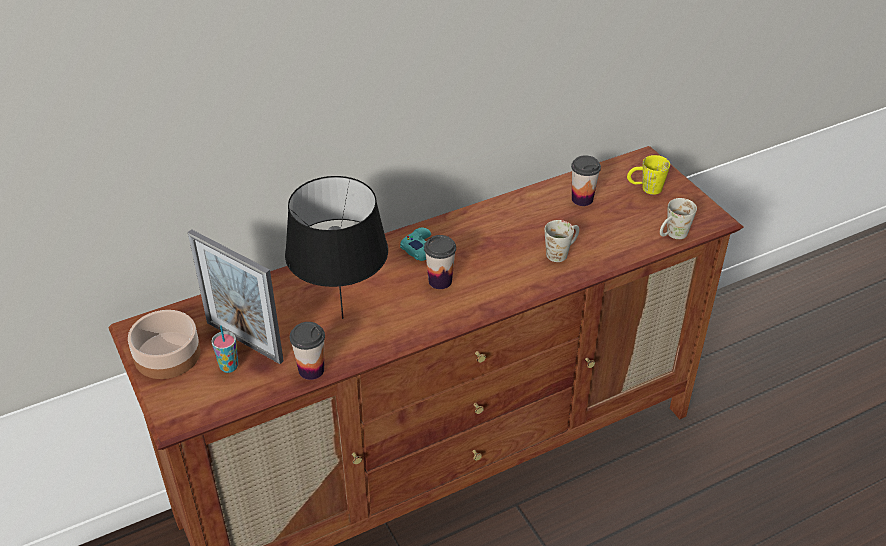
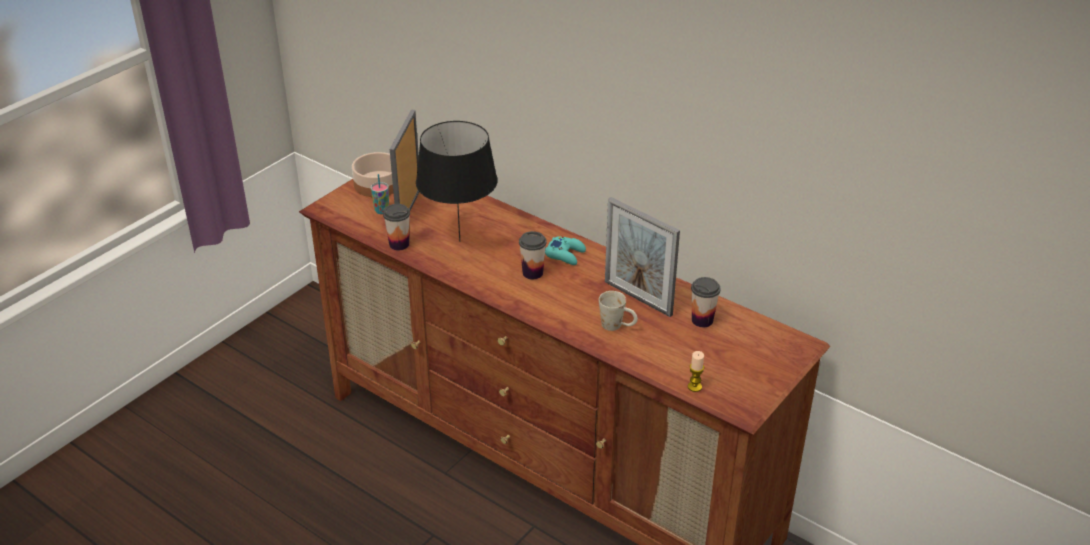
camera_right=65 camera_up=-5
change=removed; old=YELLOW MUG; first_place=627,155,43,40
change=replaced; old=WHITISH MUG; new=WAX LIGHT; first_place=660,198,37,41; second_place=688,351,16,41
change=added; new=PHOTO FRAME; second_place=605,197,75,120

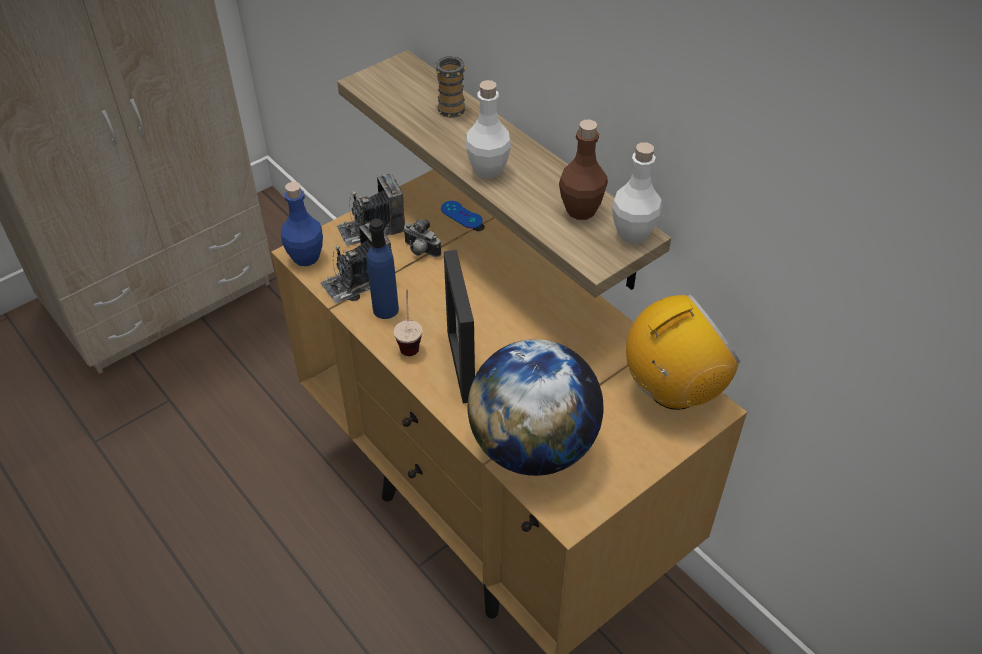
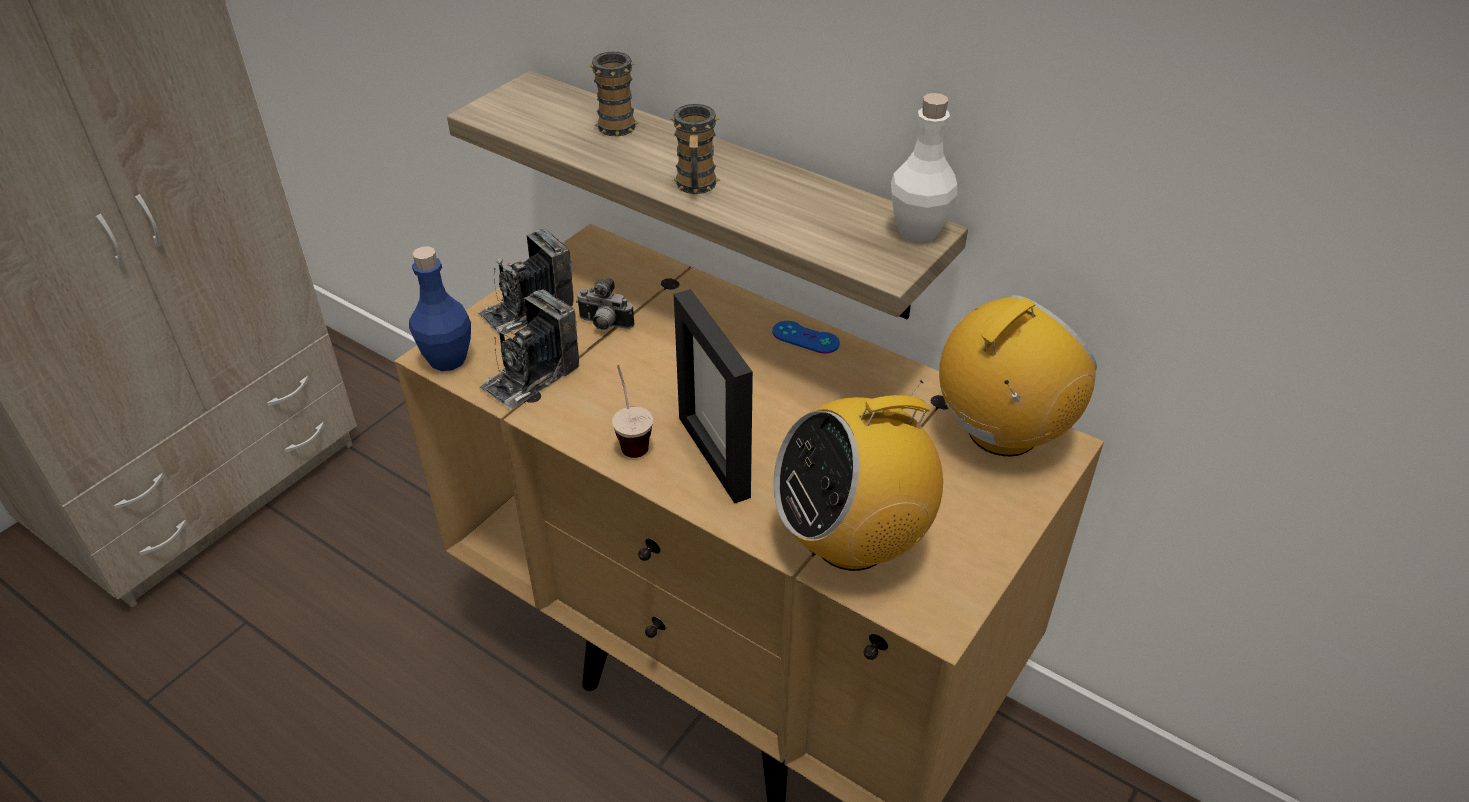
camera_right=-15 camera_up=-5
change=removed; old=BLUE-COLOURED BEVERAGE BOTTLE; first_place=367,219,32,100
change=moved; old=BLUE-COLOURED GAMEPAD; first_place=441,201,42,27; second_place=772,321,68,33
change=replaced; old=WHITISH BEVERAGE BOTTLE; new=MUG; first_place=466,80,45,99; second_place=669,104,51,90
change=replaced; old=GLOBE; new=RADIO RECEIVER; first_place=468,339,136,137; second_place=773,380,170,191
change=removed; old=BROWN BEVERAGE BOTTLE; first_place=559,120,49,100

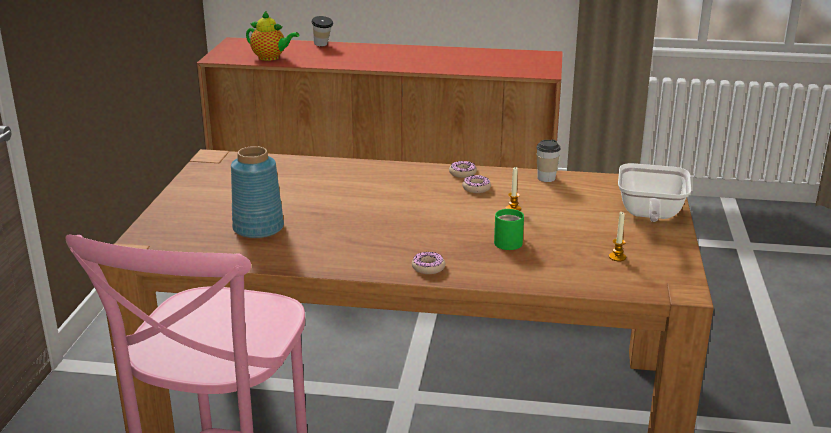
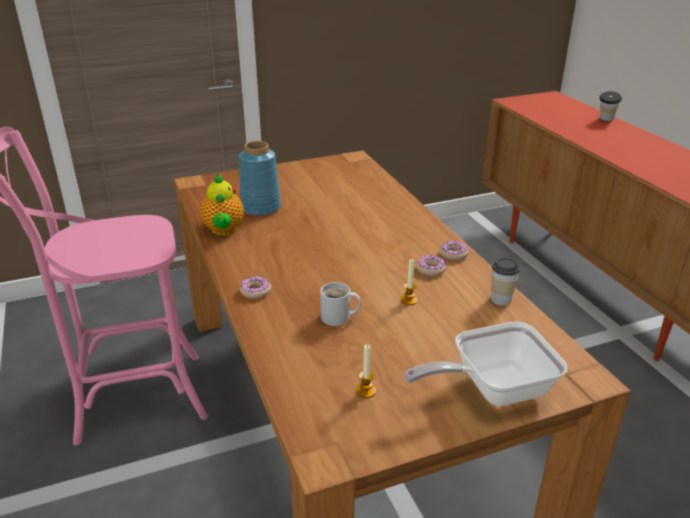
camera_right=60 camera_up=5
change=moved; old=TEAPOT; first_place=246,10,53,51; second_place=200,174,44,61
change=recoloured; old=GREEN-COLOURED MUG; new=WHITISH MUG; first_place=494,209,30,41; second_place=320,282,41,44

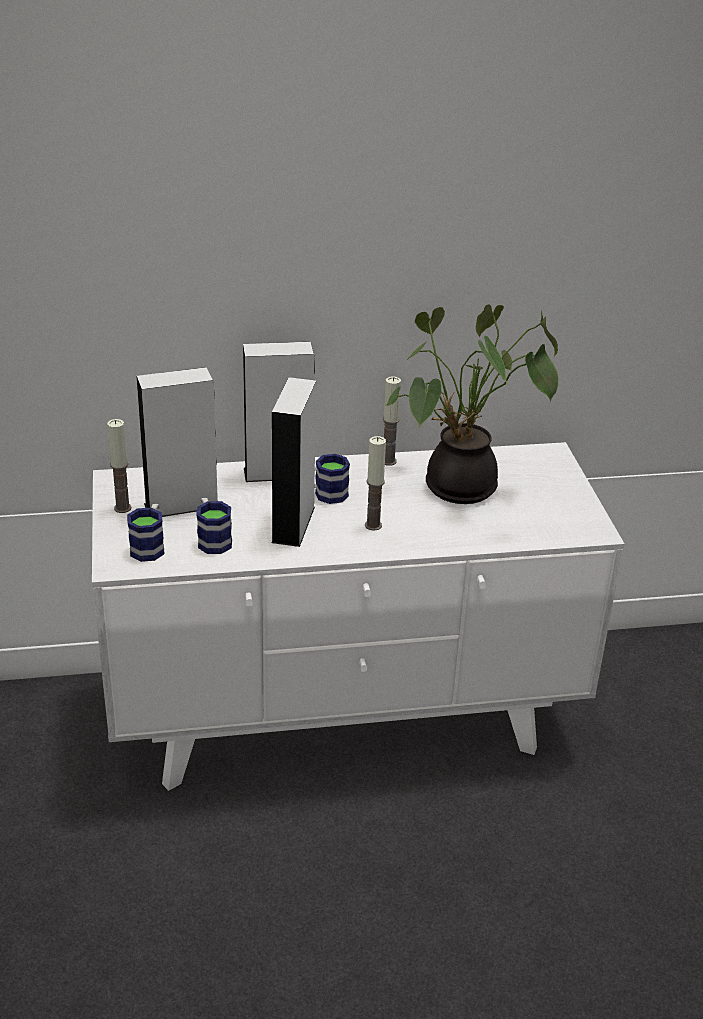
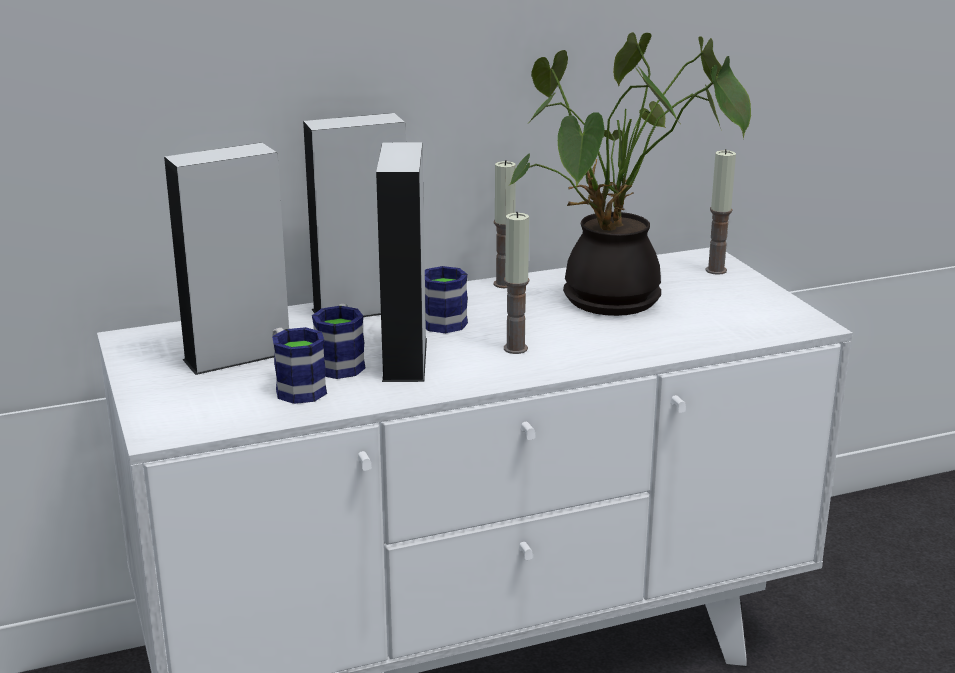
camera_right=-10 camera_up=-10
change=moved; old=WAX LIGHT; first_place=107,419,25,94; second_place=706,149,30,126
change=moved; old=MUG; first_place=127,503,38,59; second_place=312,304,53,75

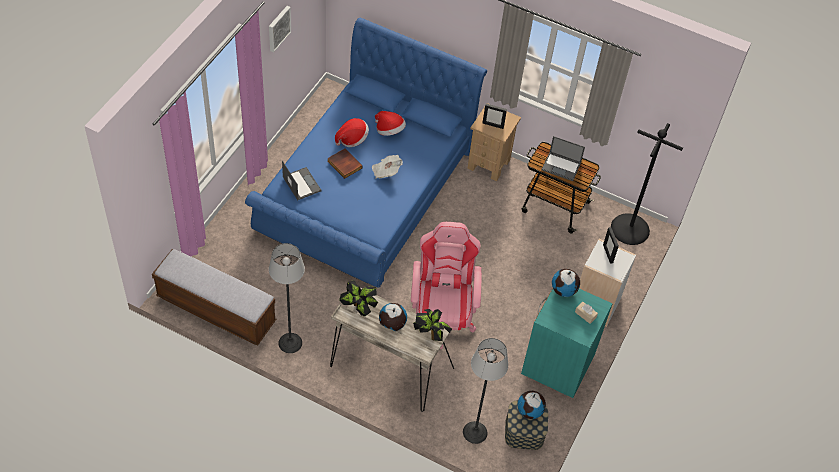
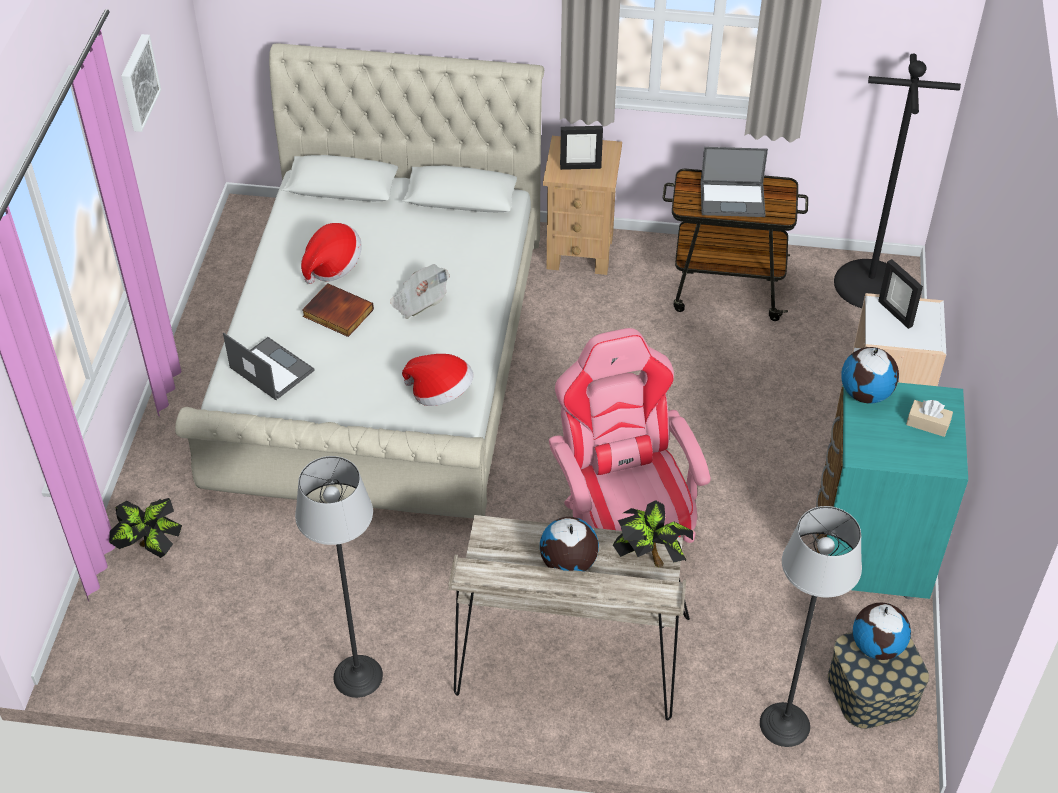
camera_right=-15 camera_up=-5
change=removed; old=BENCH; first_place=152,249,124,97
change=recoloured; old=BLUE-COLOURED BED; new=SAND-COLOURED BED; first_place=245,18,242,270; second_place=175,43,369,475
change=moved; old=PLANT IN A POT; first_place=339,280,39,36; second_place=109,498,73,60
change=moved; old=WEARABLE HAT; first_place=375,111,31,25; second_place=402,354,72,52

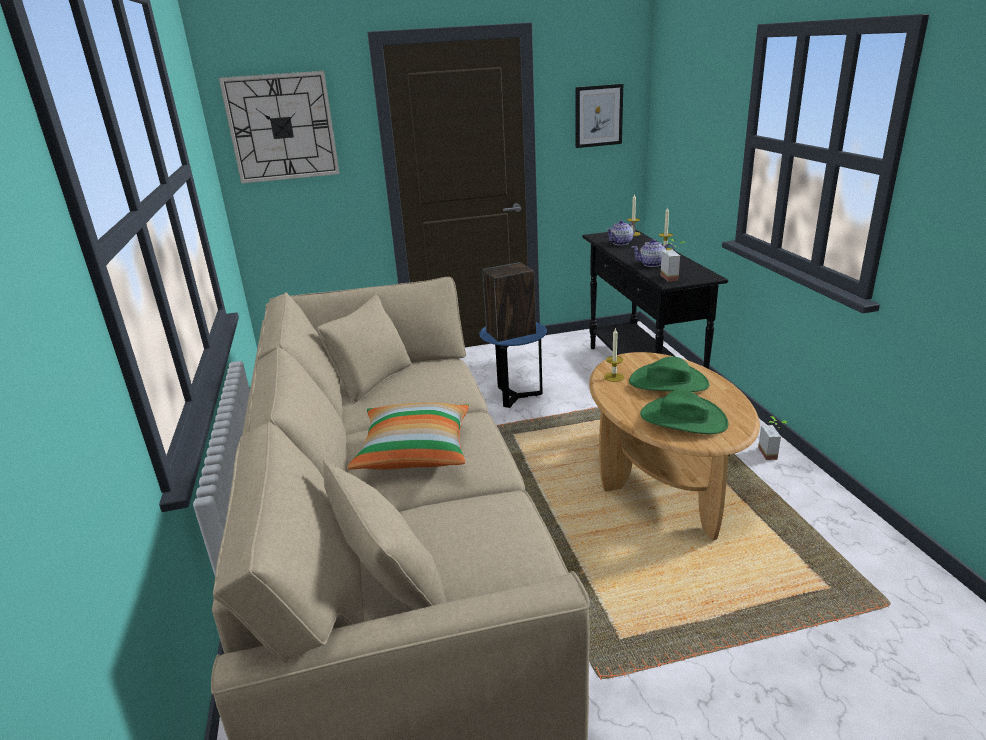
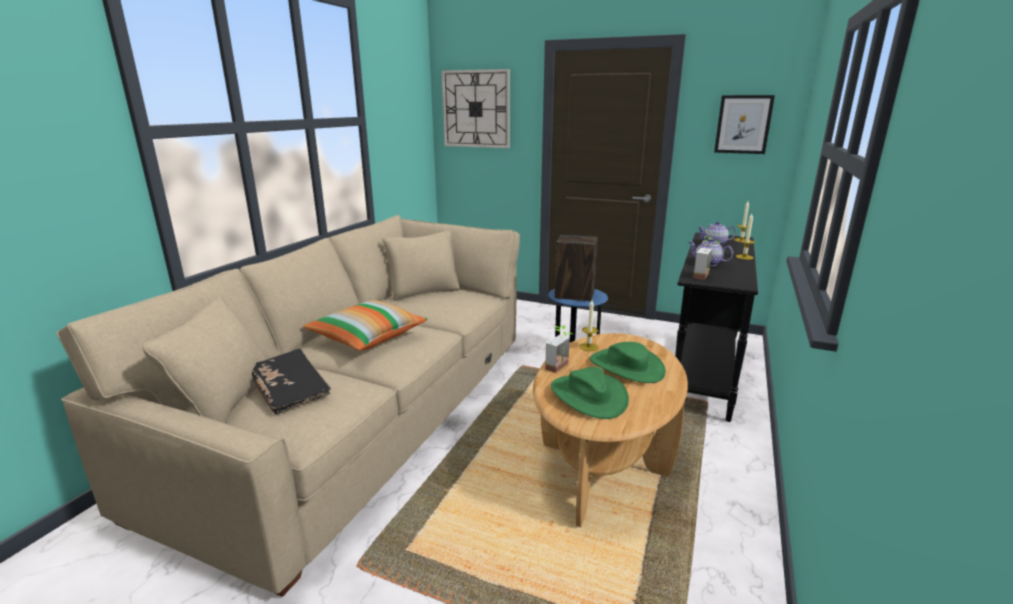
camera_right=35 camera_up=-5
change=moved; old=PLANT IN A POT; first_place=758,416,30,44; second_place=545,326,27,47
change=added; new=BLACK VOLUME; second_place=252,348,79,67

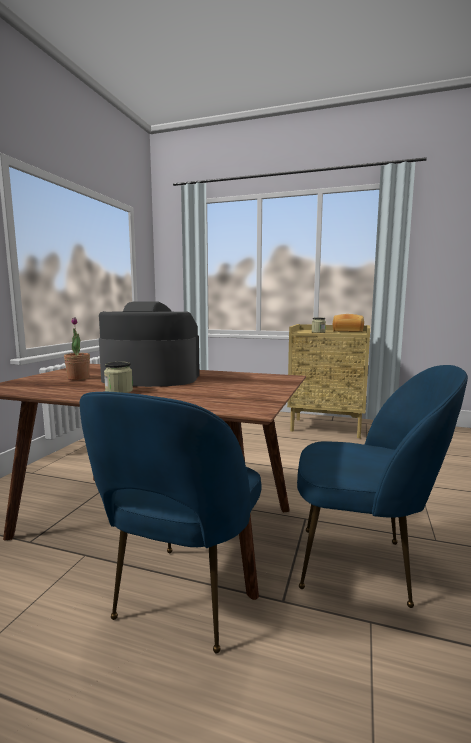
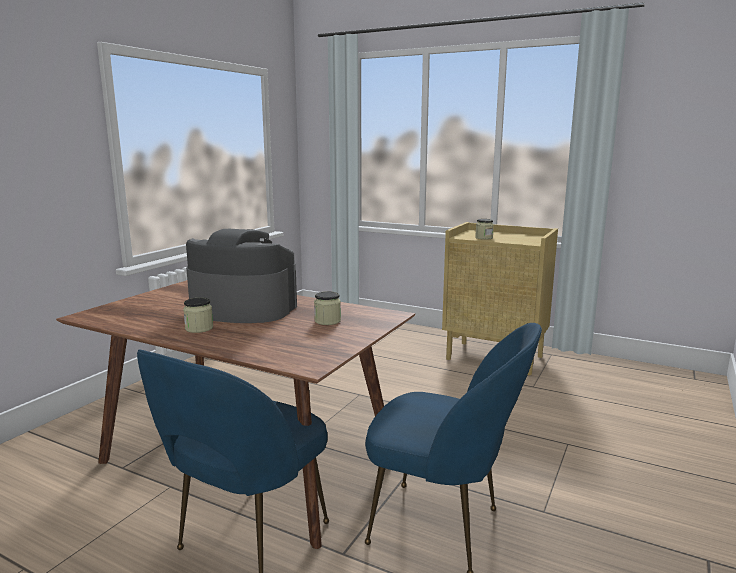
camera_right=10 camera_up=5
change=removed; old=PLANT IN A POT; first_place=64,317,26,63
change=removed; old=BAKED BREAD; first_place=333,314,31,18
change=added; new=JAR; second_place=314,291,27,34

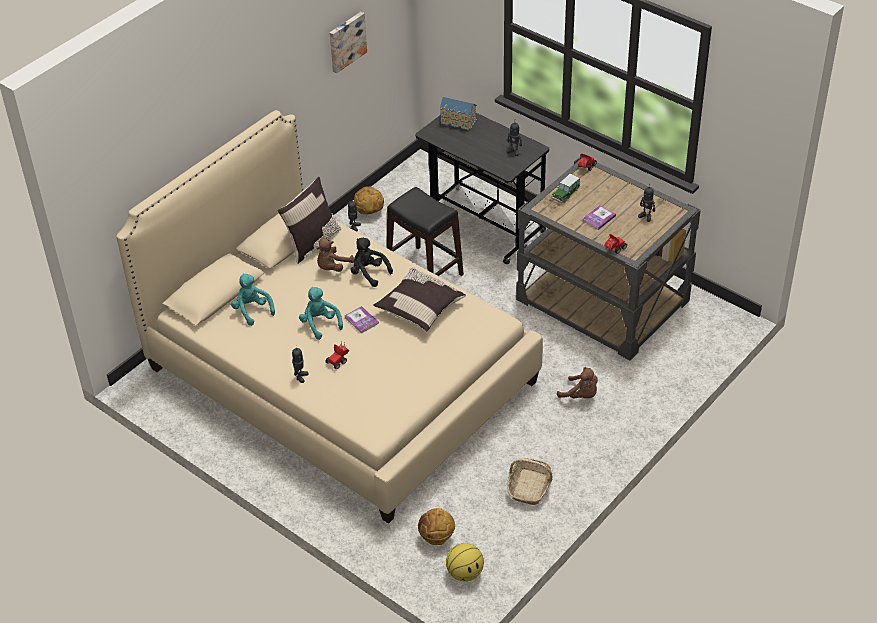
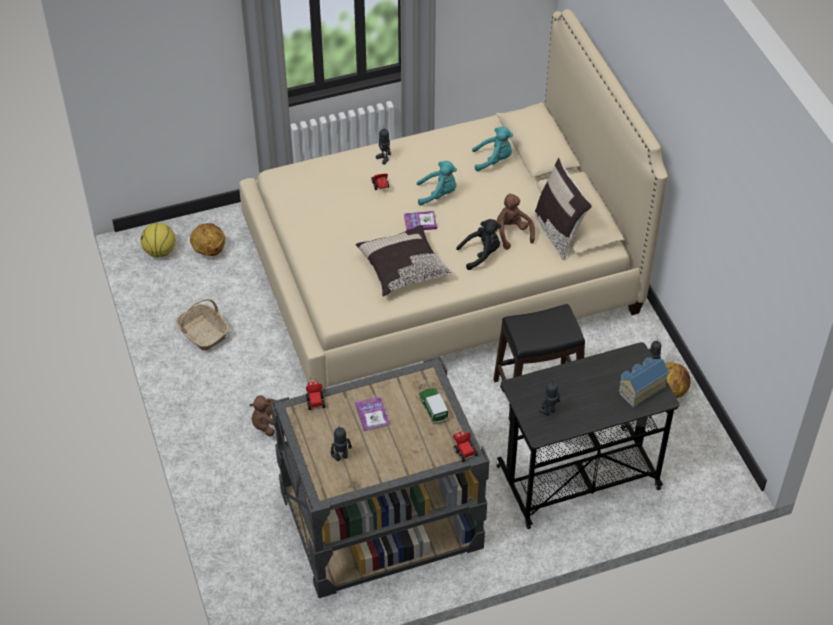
camera_right=120 camera_up=5
change=removed; old=WALL ART; first_place=330,12,37,61

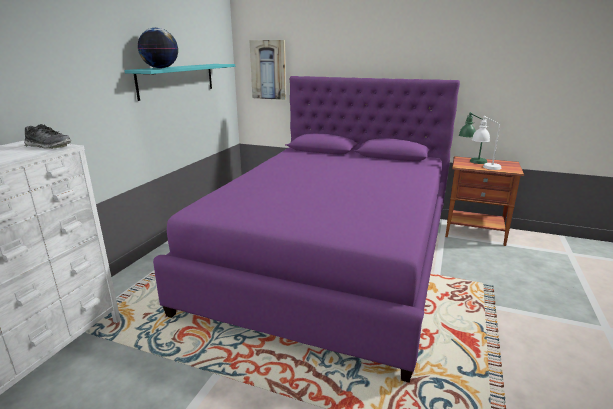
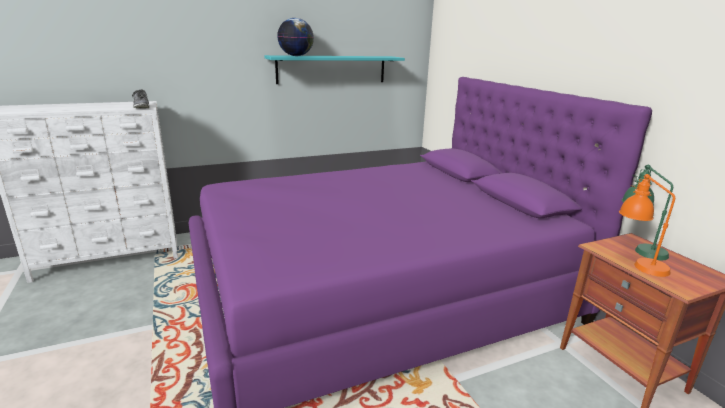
camera_right=45 camera_up=0
change=removed; old=WALL ART; first_place=249,40,37,60
change=recoloured; old=WHITISH TABLE LAMP; new=ORANGE TABLE LAMP; first_place=472,116,29,54; second_place=619,174,56,103

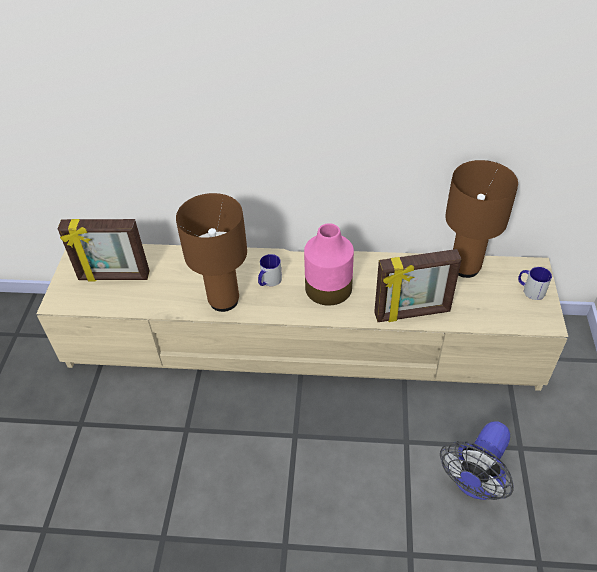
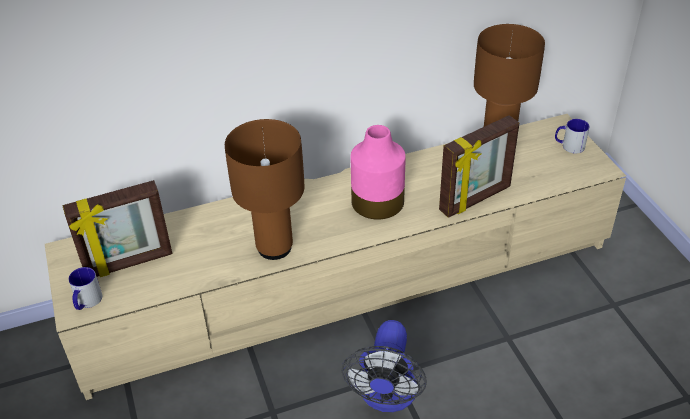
camera_right=-25 camera_up=-5
change=moved; old=MUG; first_place=258,254,24,32; second_place=69,267,33,43
change=moved; old=ELECTRIC FAN; first_place=440,421,74,79; second_place=342,320,85,92

